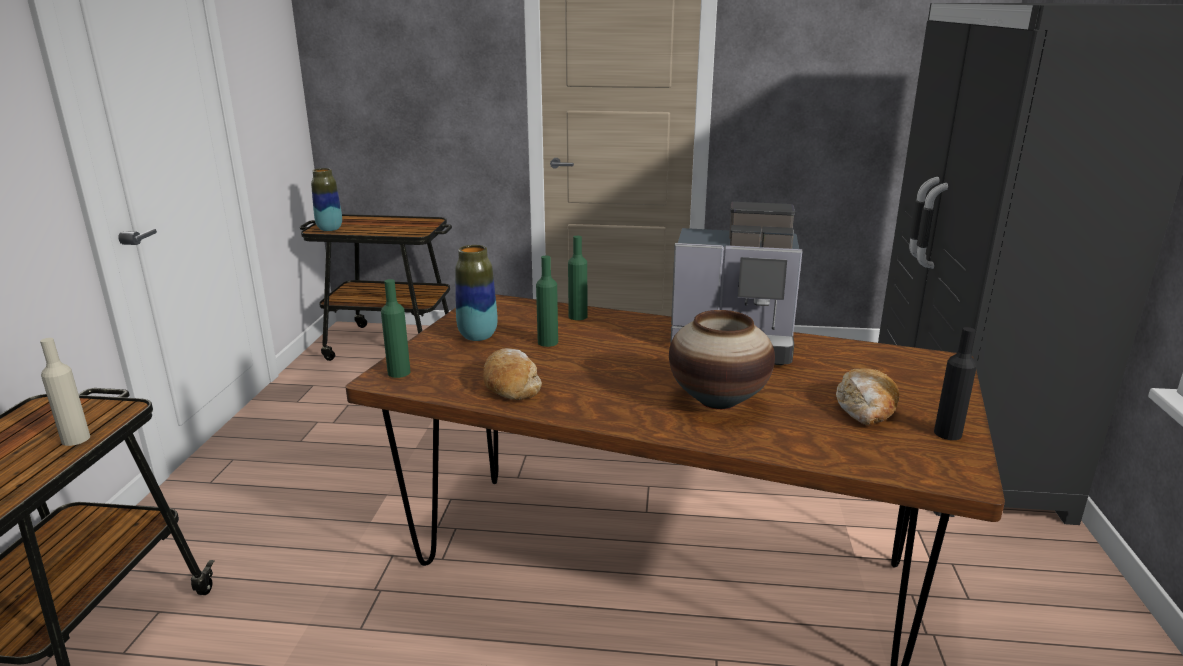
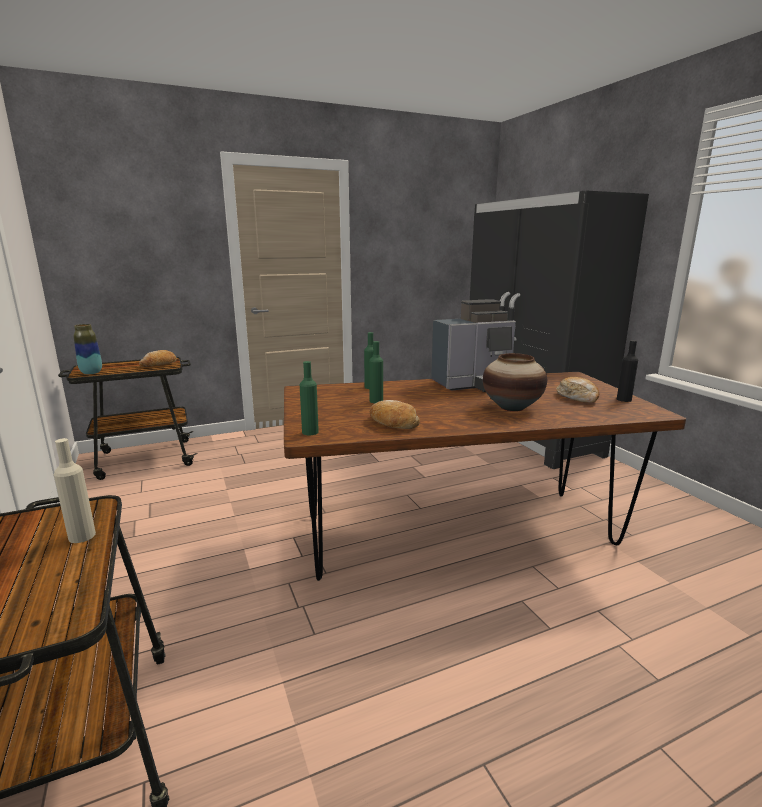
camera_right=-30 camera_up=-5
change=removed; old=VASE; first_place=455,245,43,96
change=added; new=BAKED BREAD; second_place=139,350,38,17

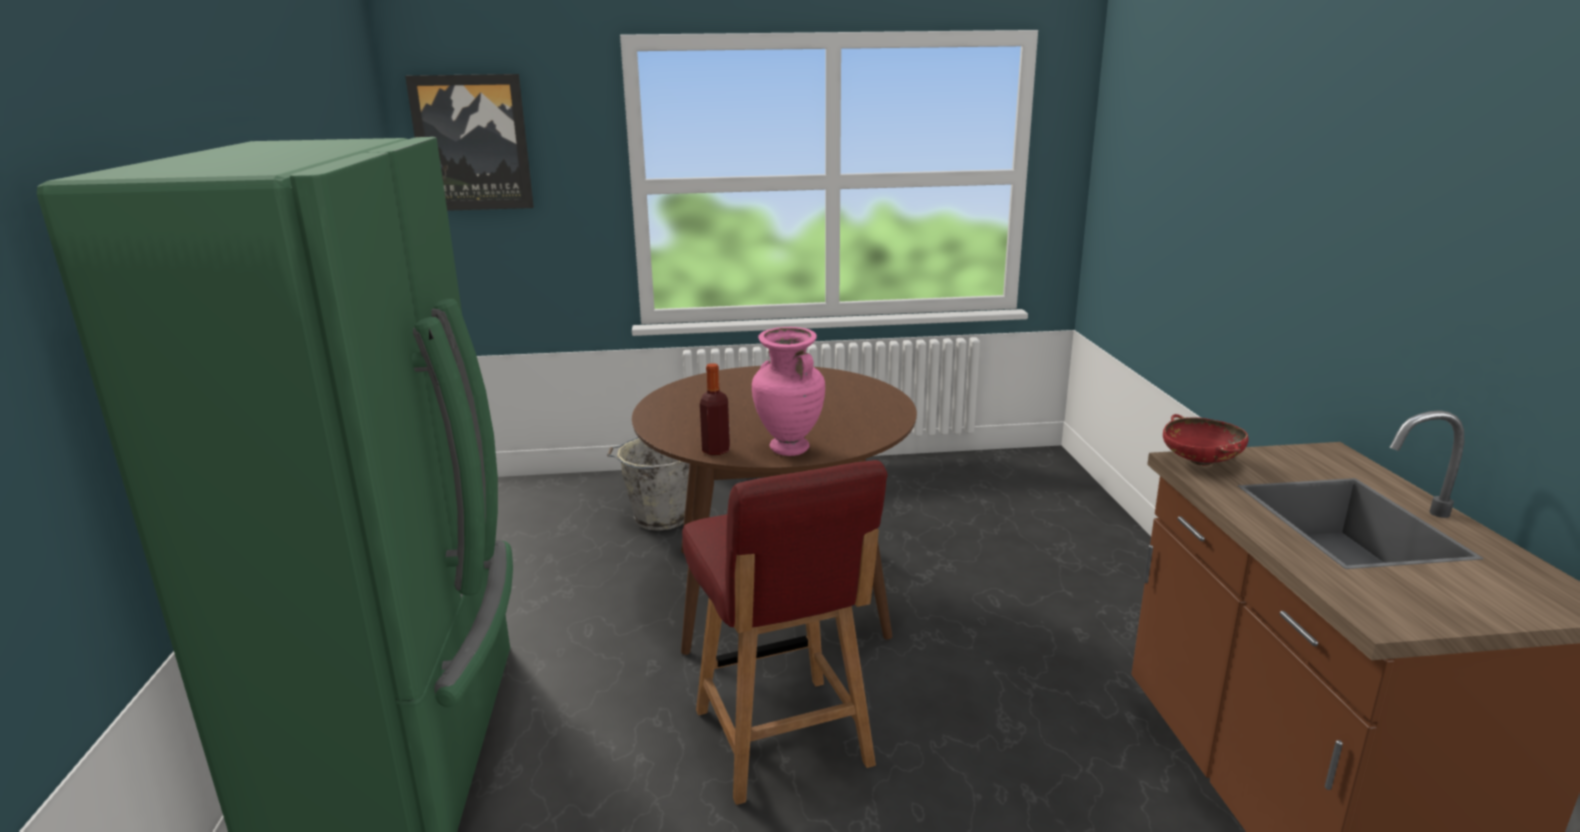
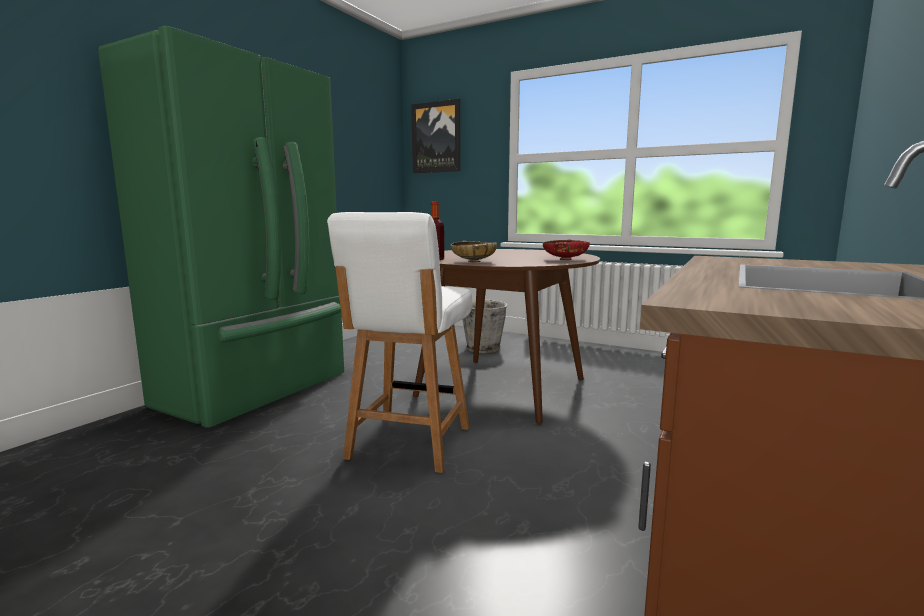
camera_right=35 camera_up=-10
change=recoloured; old=REDDISH UPRIGHT CHAIR; new=WHITISH UPRIGHT CHAIR; first_place=682,460,205,345; second_place=327,212,145,261
change=replaced; old=PINKISH VASE; new=SAND-COLOURED BOWL; first_place=752,327,73,129; second_place=451,241,46,22
change=moved; old=REDDISH BOWL; first_place=1163,414,85,52; second_place=543,239,47,21

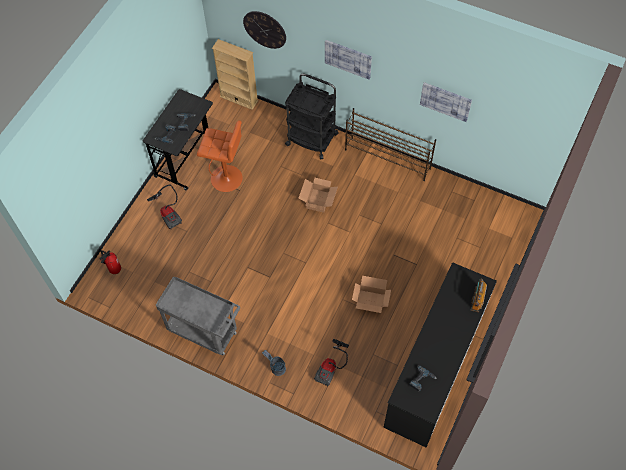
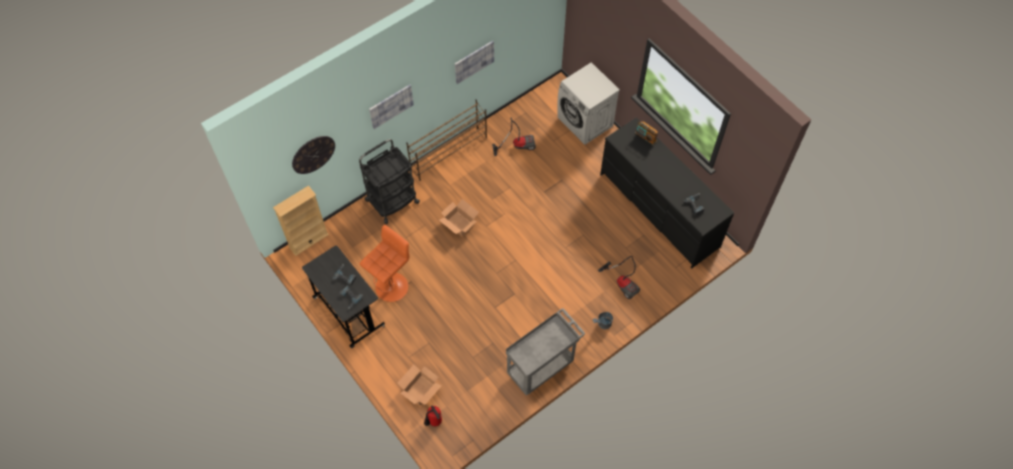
camera_right=-65 camera_up=0
change=moved; old=HOOVER; first_place=147,185,35,44; second_place=492,118,44,38
change=moved; old=CARTON; first_place=352,276,39,37; second_place=397,365,44,41
change=added; new=WHITISH LAUNDRY MACHINE; second_place=557,62,63,83

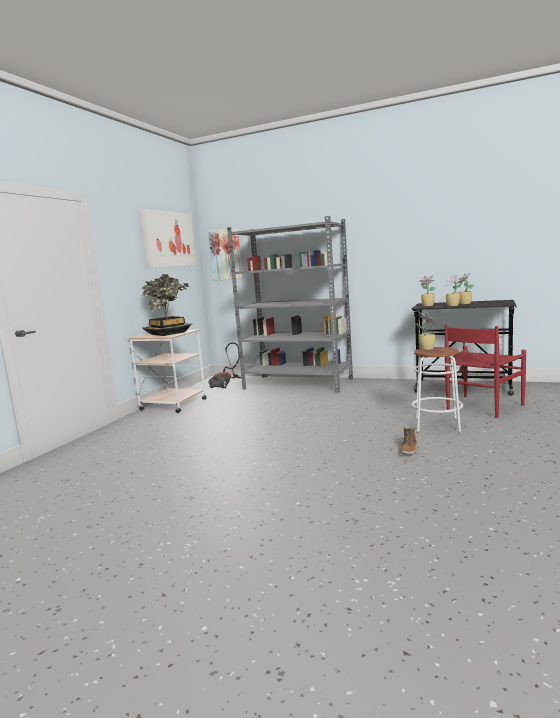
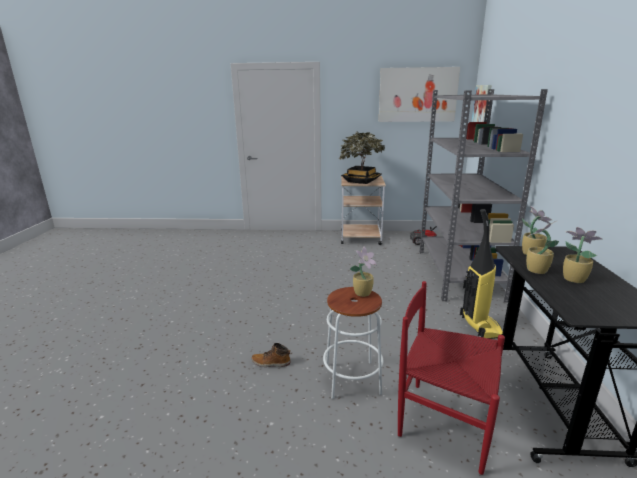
camera_right=70 camera_up=10
change=added; new=HOOVER; second_place=460,209,43,130

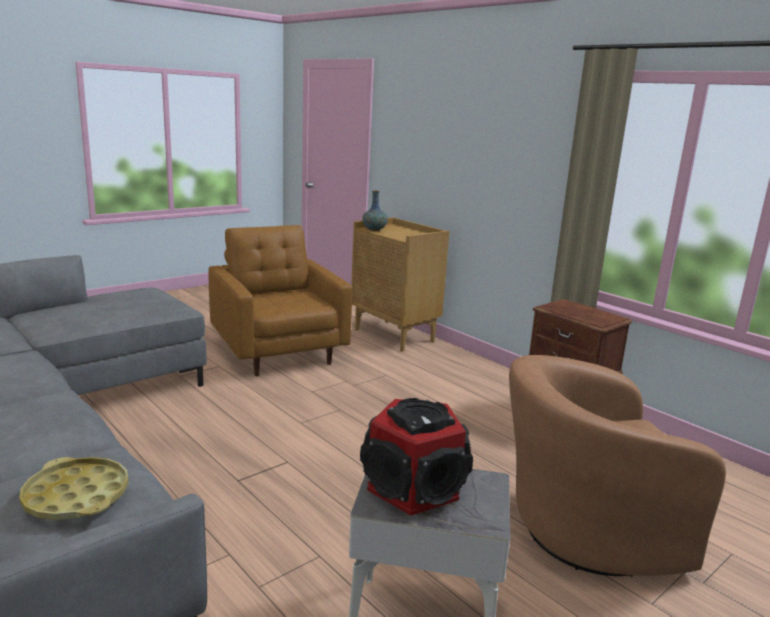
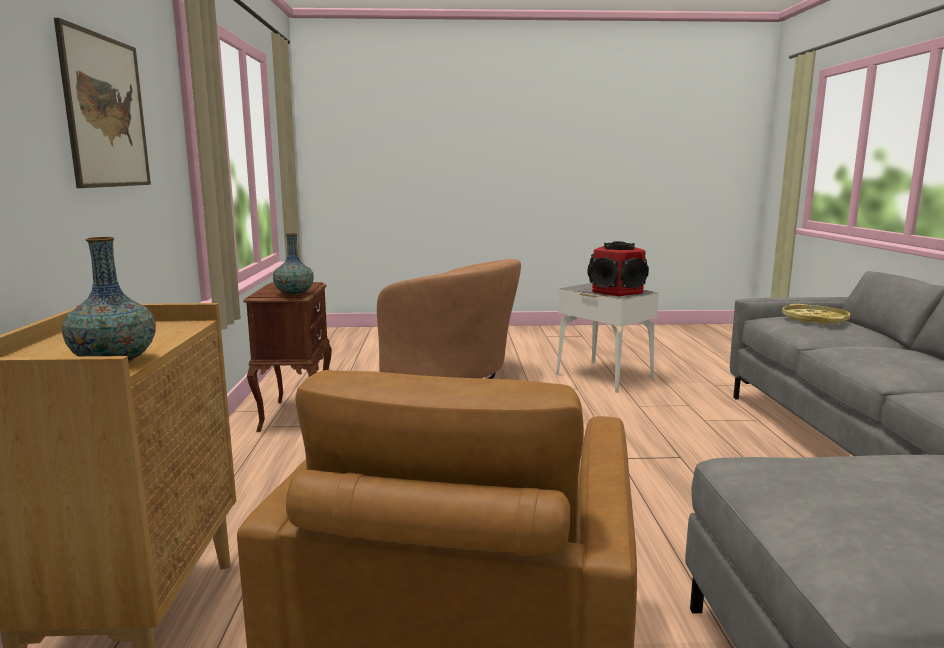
camera_right=-140 camera_up=-5
change=added; new=WALL ART; second_place=54,18,97,170
change=added; new=VASE; second_place=273,233,41,62

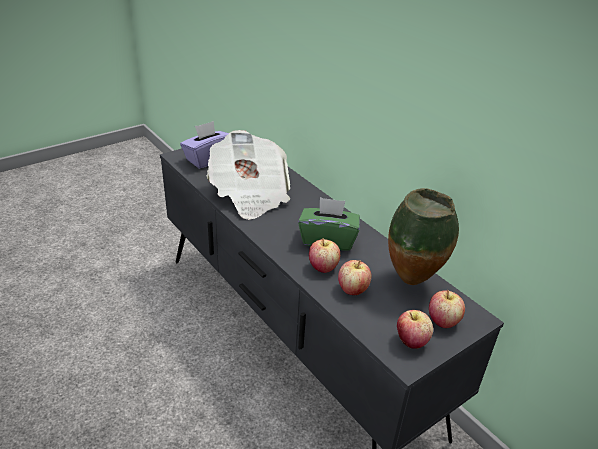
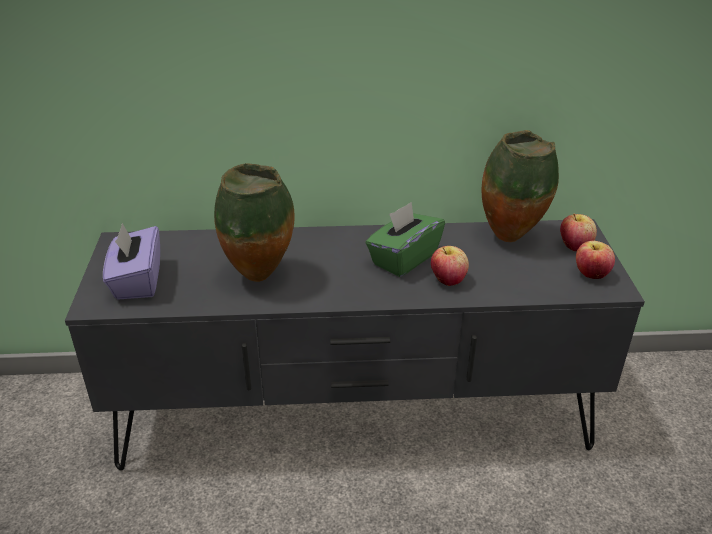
camera_right=-55 camera_up=0
change=replaced; old=NEWSPAPER; new=VASE; first_place=207,130,83,90; second_place=214,163,81,119
change=removed; old=WHOLE APPLE; first_place=338,260,34,35

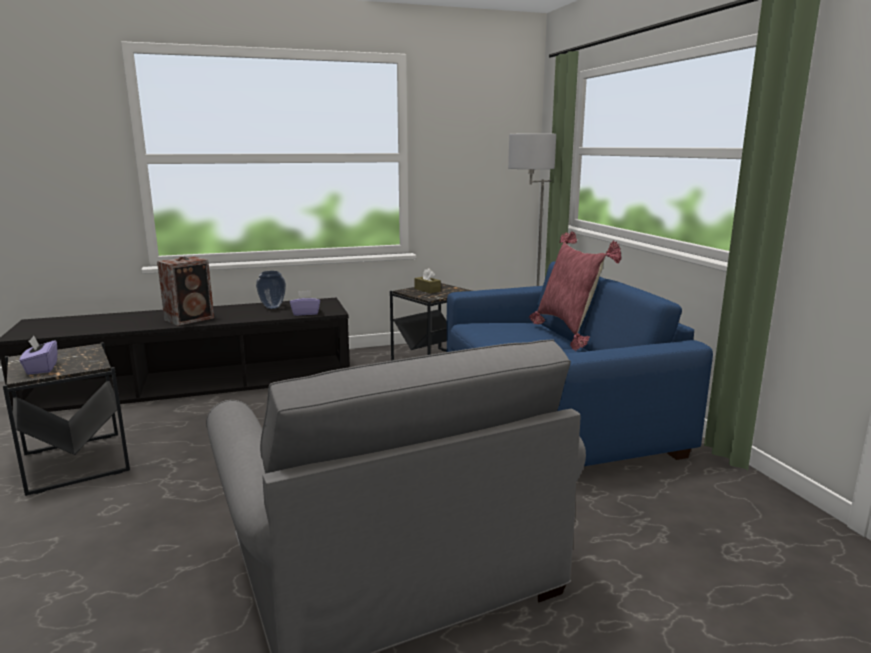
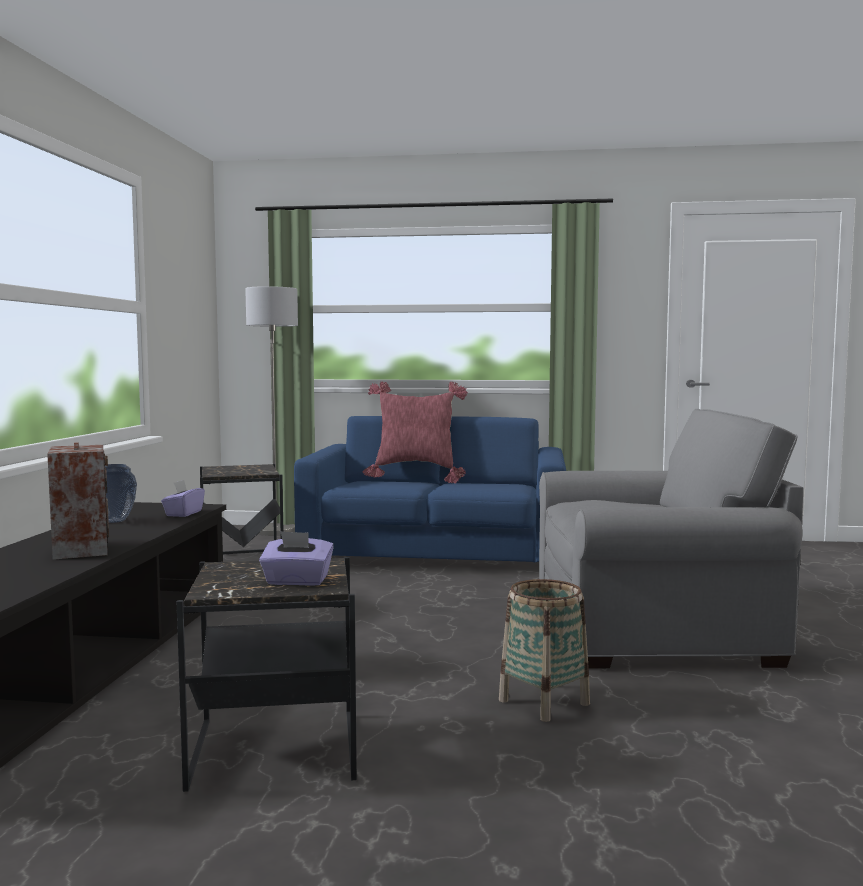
camera_right=-65 camera_up=-10
change=removed; old=BROWN TISSUE HOLDER; first_place=414,268,27,25
change=added; new=BASKET; second_place=499,579,91,143

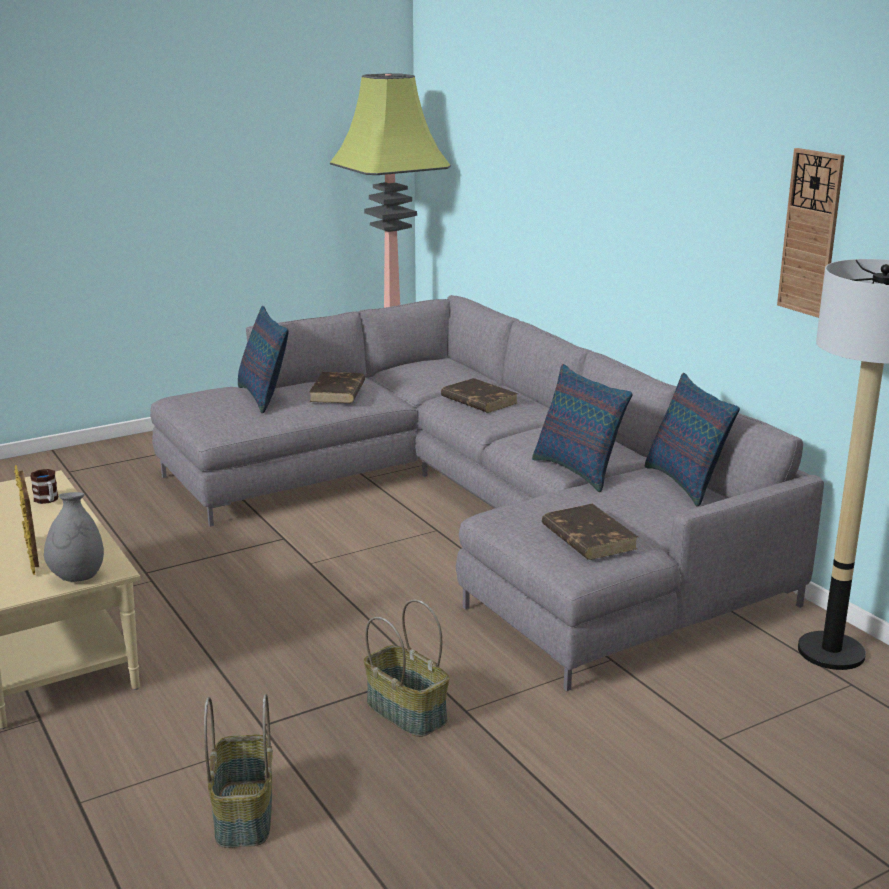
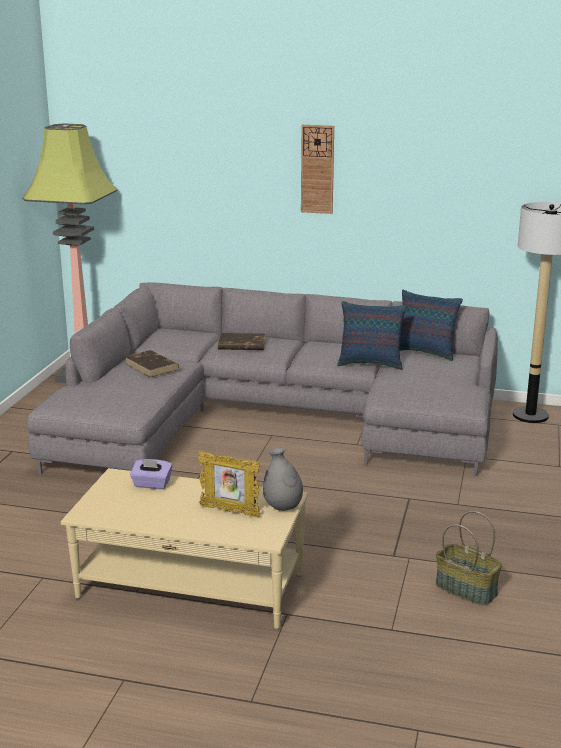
camera_right=-45 camera_up=0
change=replaced; old=MUG; new=PURPLISH TISSUE HOLDER; first_place=30,469,28,35; second_place=130,459,43,30
change=removed; old=BLUE-COLOURED PILLOW; first_place=238,306,51,107
change=removed; old=BASKET; first_place=364,600,85,137
change=removed; old=BROWN VOLUME; first_place=542,504,96,56
change=moved; old=CLOCK ON THE WALL; first_place=777,148,68,170; second_place=301,125,33,89

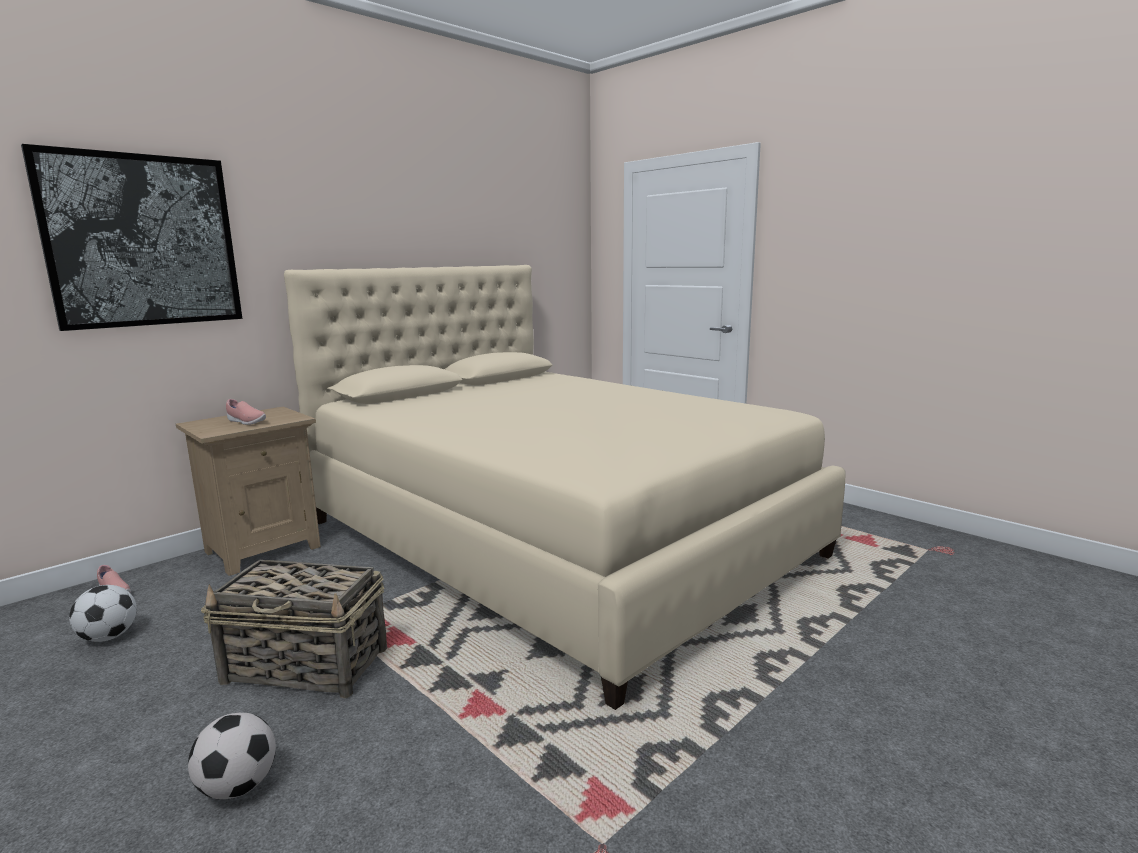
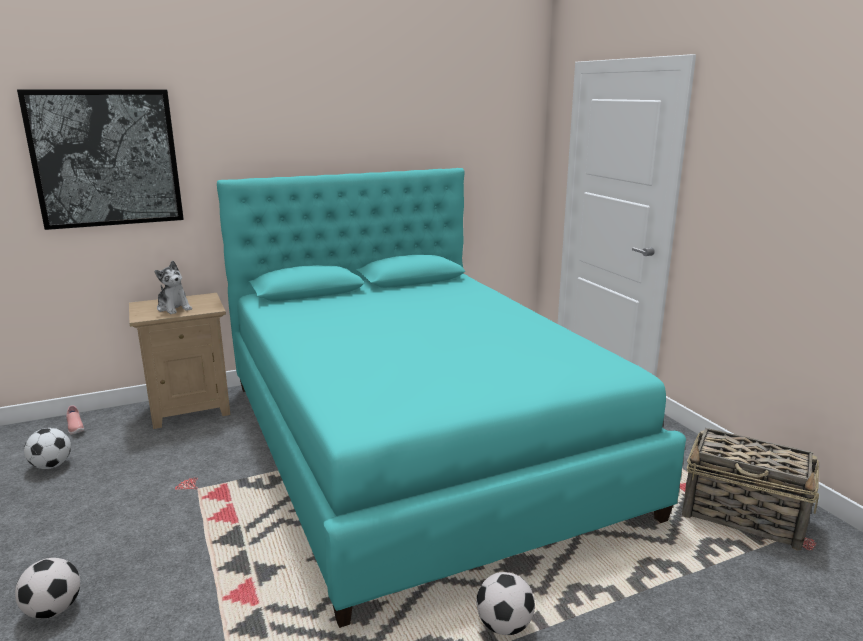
camera_right=20 camera_up=5
change=moved; old=BASKET; first_place=201,560,186,139; second_place=682,428,137,123
change=replaced; old=PINKISH LOW SHOE; new=CUDDLY TOY; first_place=226,399,40,26; second_place=155,260,37,54
change=recoloured; old=SAND-COLOURED BED; new=TURQUOISE BED; first_place=284,265,562,445; second_place=217,168,469,460
change=added; new=BALL FOR FOOTBALL; second_place=476,572,59,63

